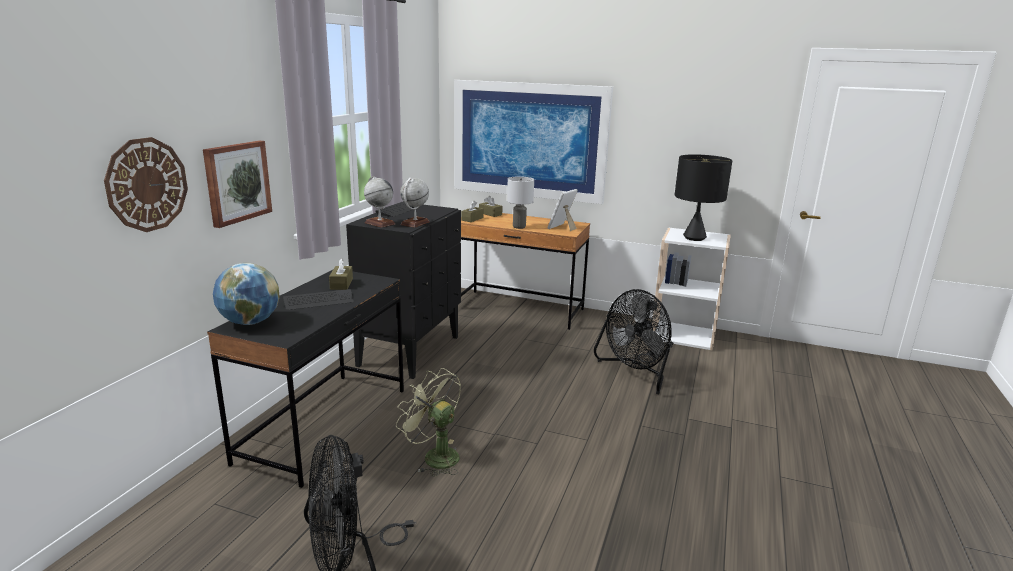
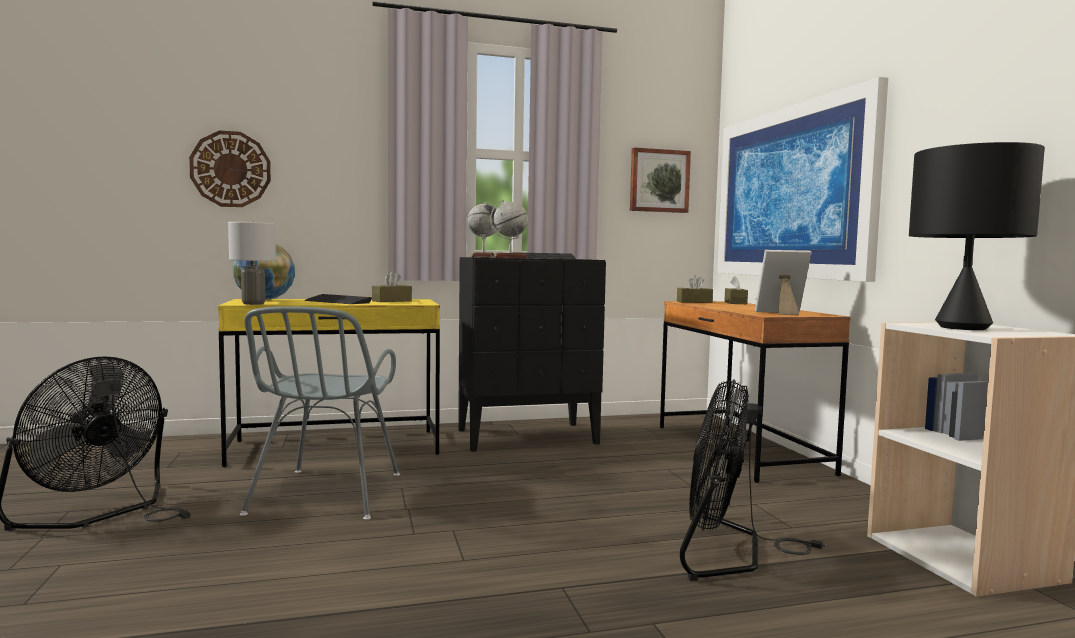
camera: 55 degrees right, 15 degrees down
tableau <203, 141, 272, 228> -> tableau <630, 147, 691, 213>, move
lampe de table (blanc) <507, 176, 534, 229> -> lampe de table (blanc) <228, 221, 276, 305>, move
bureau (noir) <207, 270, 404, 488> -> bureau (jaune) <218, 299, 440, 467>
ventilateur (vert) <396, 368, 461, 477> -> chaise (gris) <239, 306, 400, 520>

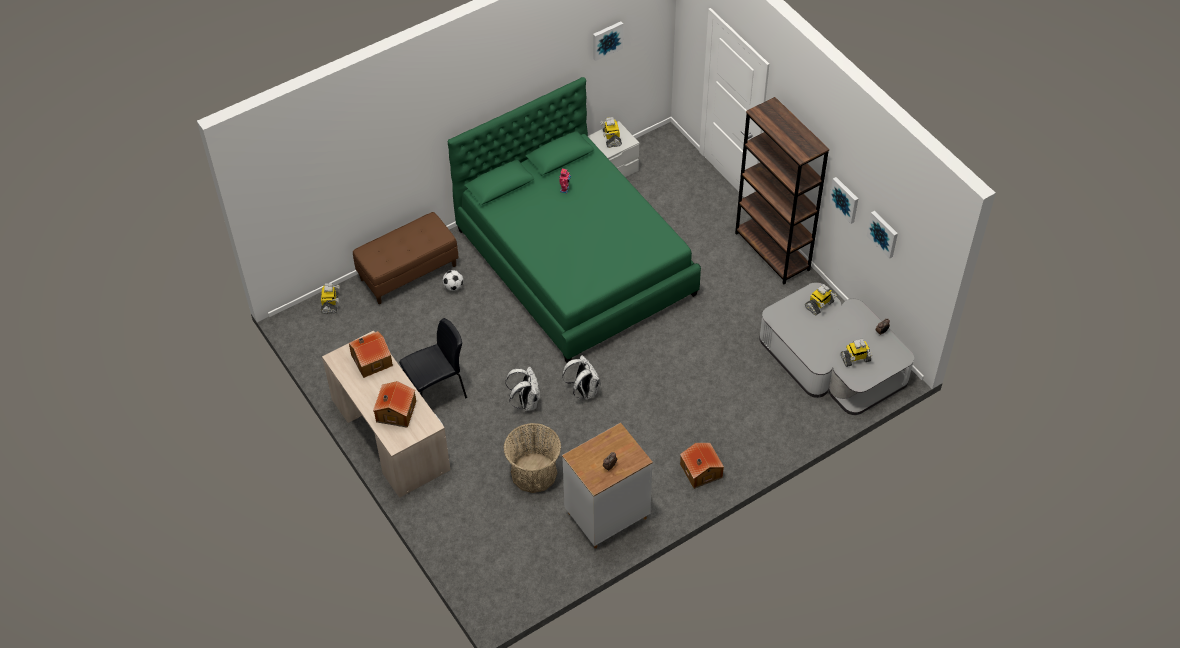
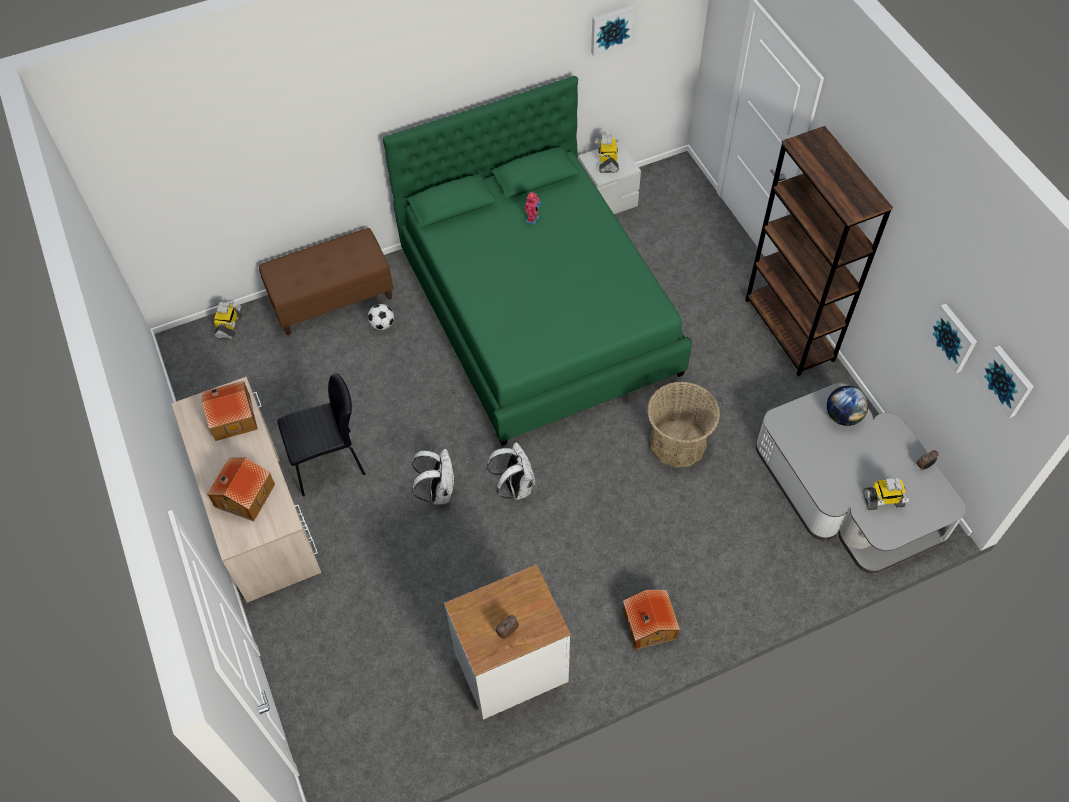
camera: 10 degrees right, 5 degrees up
tableau <829, 177, 858, 224> -> tableau <977, 345, 1034, 418>, move
robot jouet <805, 284, 837, 315> -> globe <827, 386, 868, 426>
panier <503, 423, 561, 493> -> panier <647, 381, 720, 467>, move

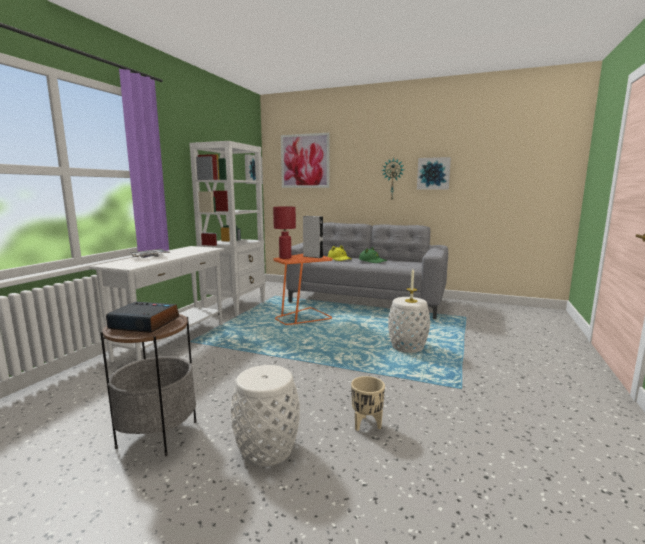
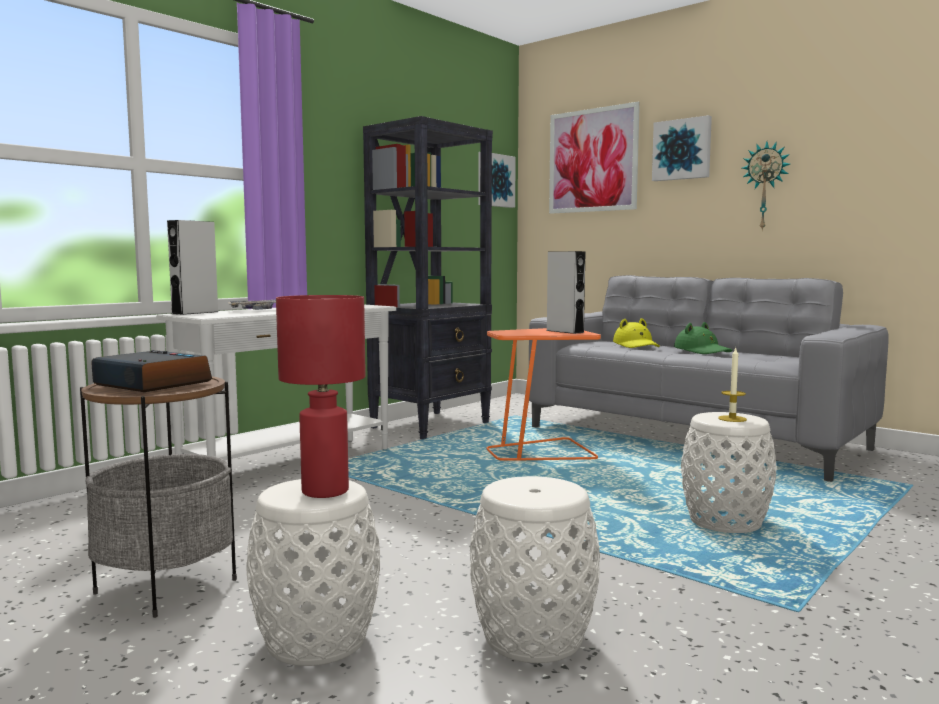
camera: 20 degrees right, 5 degrees down
bibliothèque (blanc) <189, 141, 266, 316> -> bibliothèque (noir) <363, 116, 493, 439>
tableau <417, 157, 451, 189> -> tableau <652, 115, 712, 181>, move
lampe de table (rouge) <273, 207, 296, 259> -> lampe de table (rouge) <276, 295, 366, 498>, move
cache-pot (beige) <351, 376, 385, 431> -> tabouret (blanc) <470, 476, 600, 663>
none -> enceinte (gris) <167, 220, 218, 315>

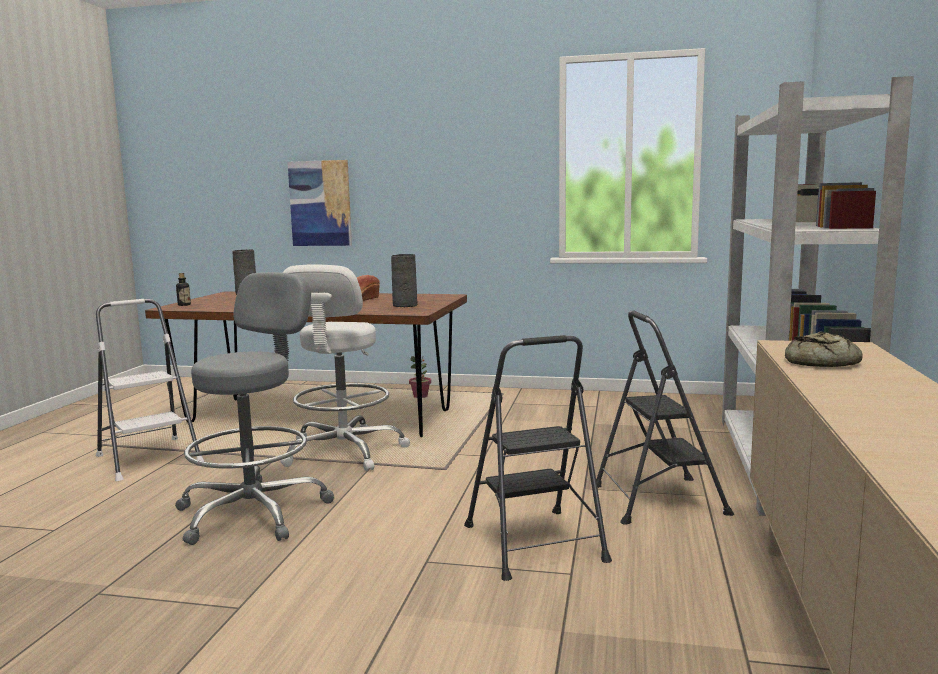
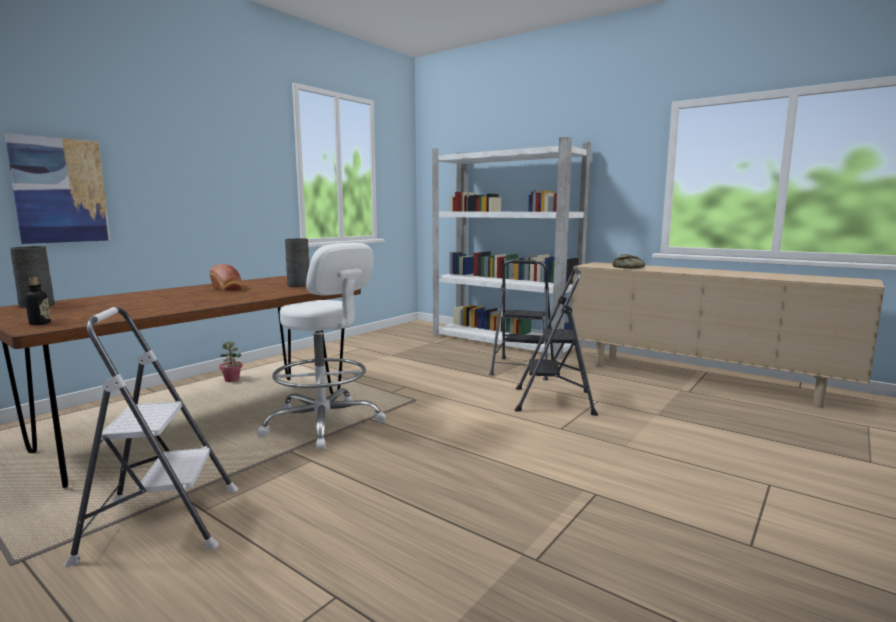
camera: 65 degrees left, 0 degrees up
tabouret (gris) <175, 272, 334, 545> -> none

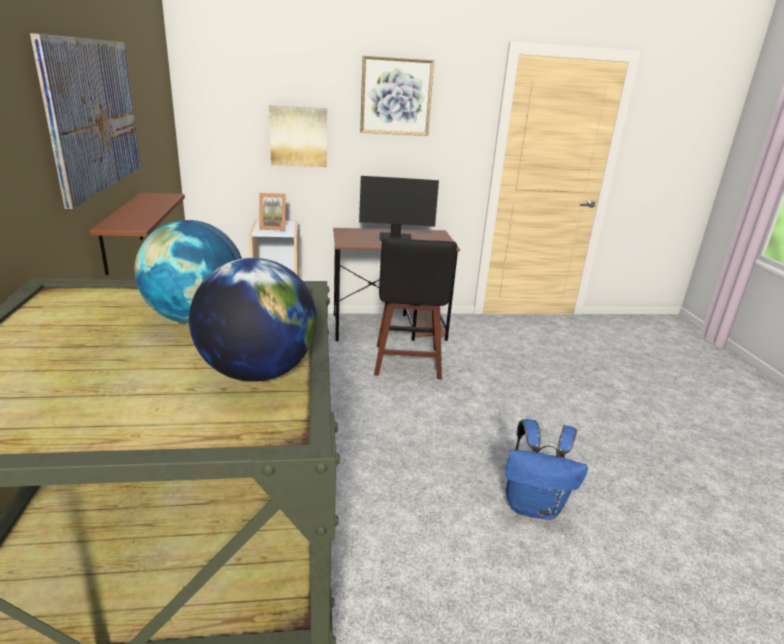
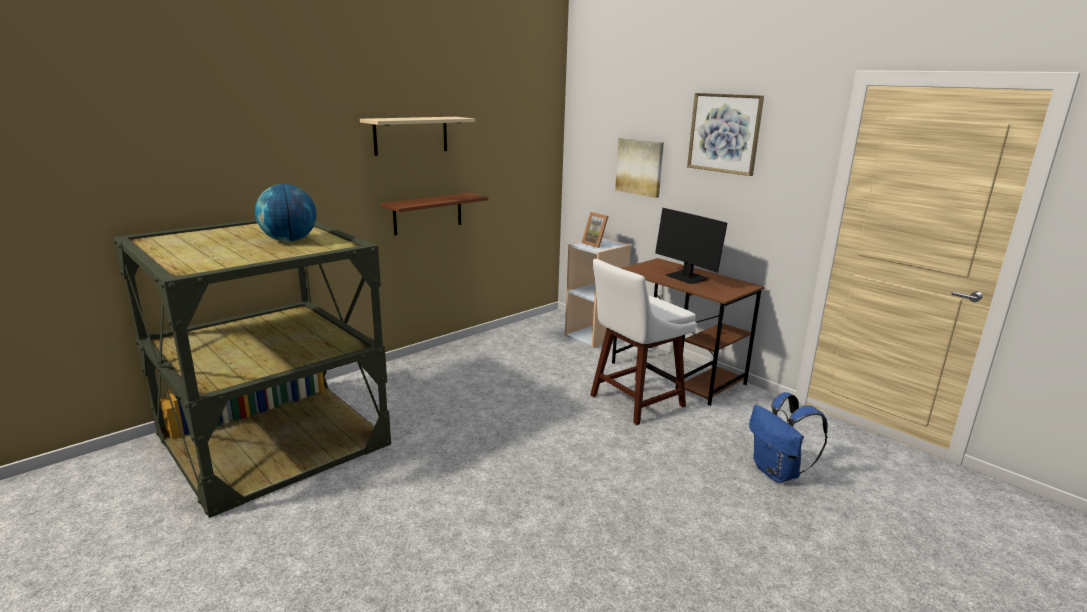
camera: 55 degrees right, 5 degrees down
tableau <30, 33, 141, 209> -> étagère (beige) <360, 117, 475, 156>
tabouret (noir) <374, 237, 457, 379> -> tabouret (blanc) <590, 259, 696, 425>
globe <189, 258, 317, 382> -> none
sac à dos (bleu) <505, 419, 588, 520> -> sac à dos (bleu) <749, 392, 828, 483>, move

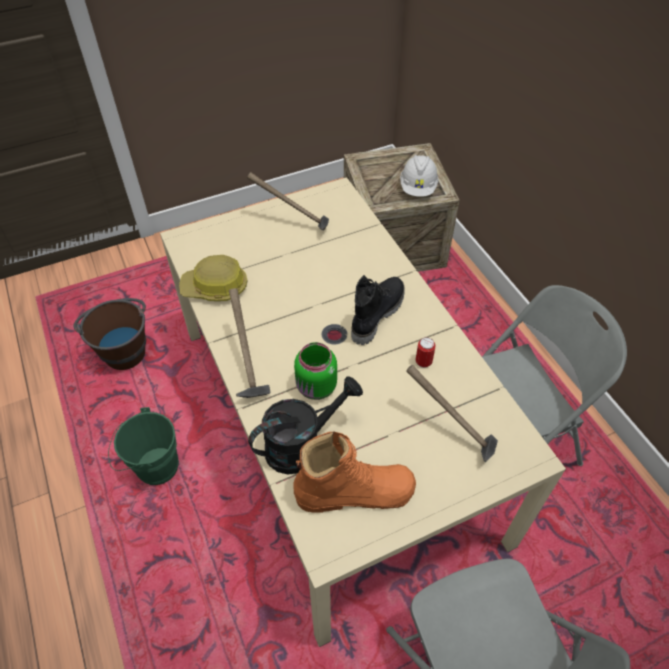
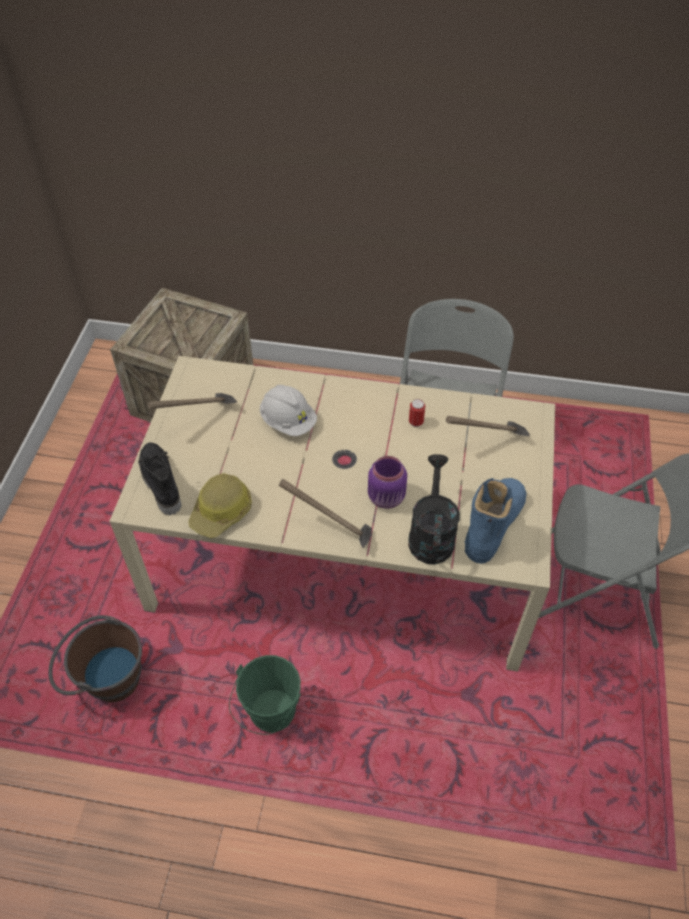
camera: 55 degrees left, 0 degrees up
casque de chantier (blanc) <400, 155, 439, 197> -> casque de chantier (blanc) <260, 385, 317, 436>, move
botte (noir) <351, 275, 405, 345> -> botte (noir) <138, 442, 181, 515>, move
bocal (vert) <294, 342, 337, 400> -> bocal (violet) <368, 456, 407, 509>
botte (orange) <293, 432, 416, 512> -> botte (bleu) <465, 478, 526, 564>

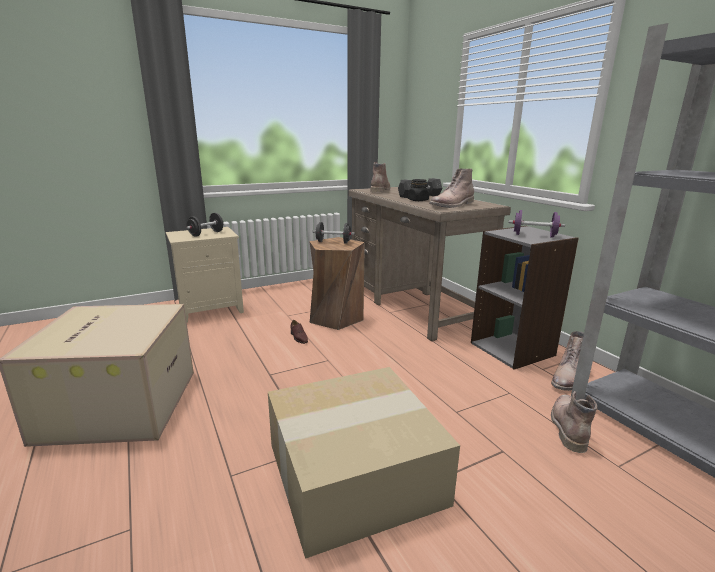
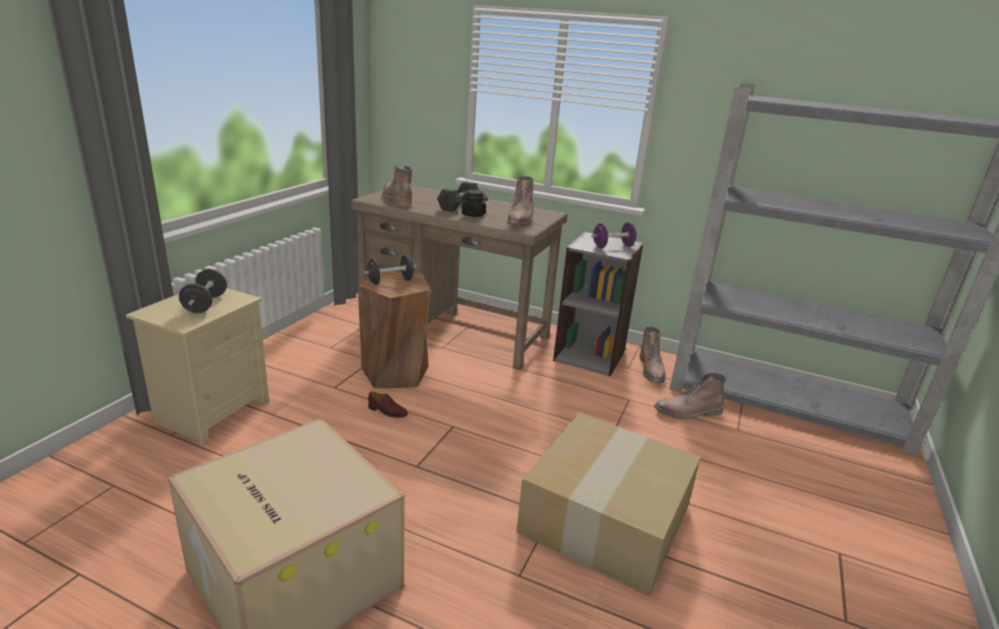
camera: 40 degrees left, 5 degrees up
botte (marron) <551, 391, 597, 453> -> botte (marron) <654, 373, 726, 419>, 75 degrees counterclockwise

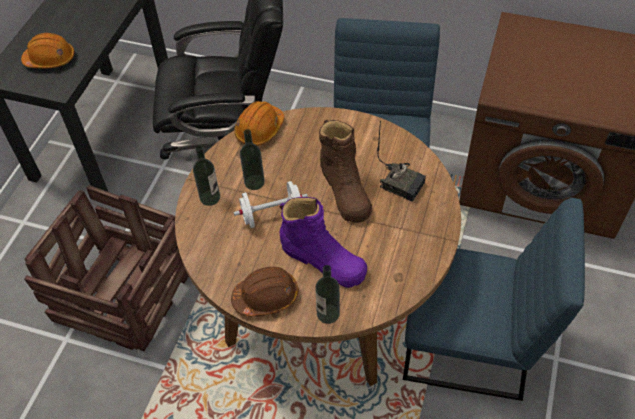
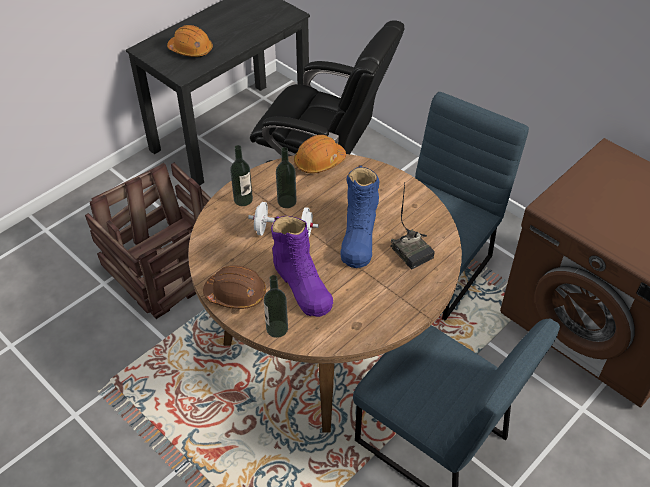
camera: 25 degrees right, 5 degrees down
botte (marron) <319, 120, 372, 223> -> botte (bleu) <340, 166, 379, 268>

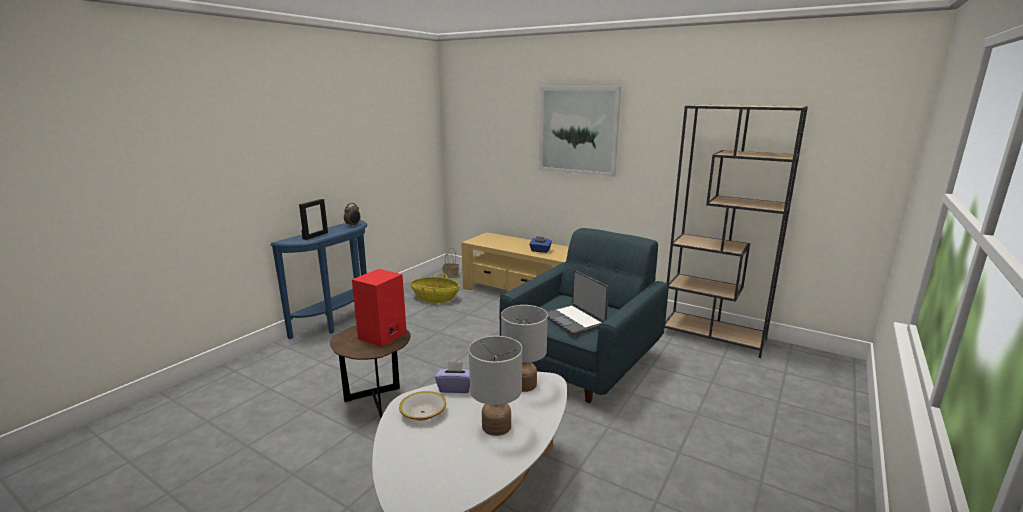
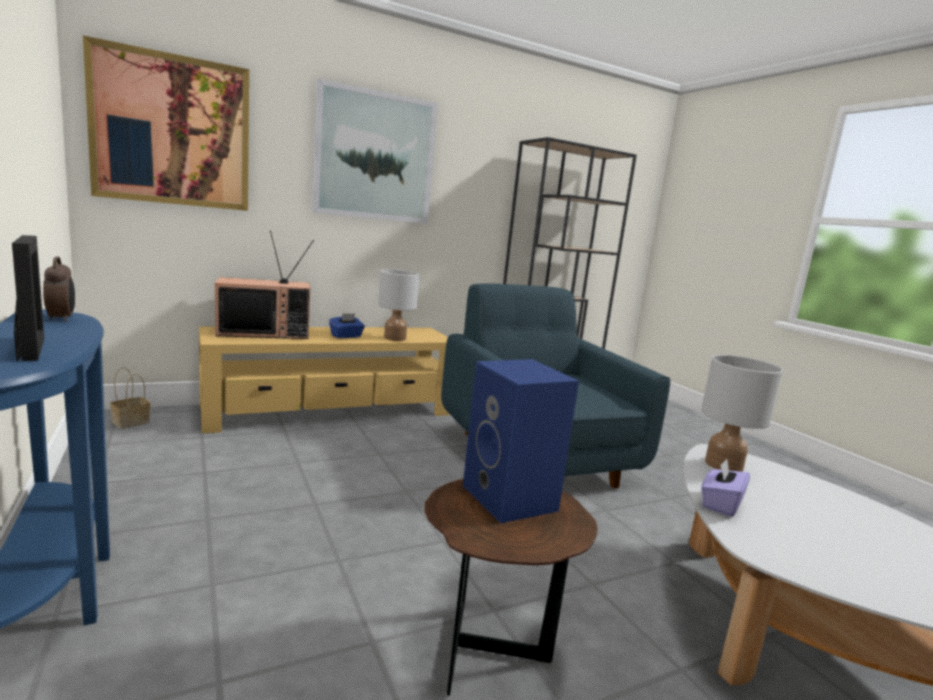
camera: 60 degrees left, 5 degrees down
enceinte (rouge) <352, 269, 407, 347> -> enceinte (bleu) <463, 359, 579, 523>
ordinateur portable <547, 270, 609, 336> -> none
panier <411, 273, 460, 303> -> none
lampe de table (gris) <469, 336, 522, 436> -> lampe de table (gris) <378, 270, 420, 341>, move
bol <399, 391, 446, 421> -> none
none -> tableau <83, 36, 249, 211>
none -> téléviseur <215, 231, 314, 339>

